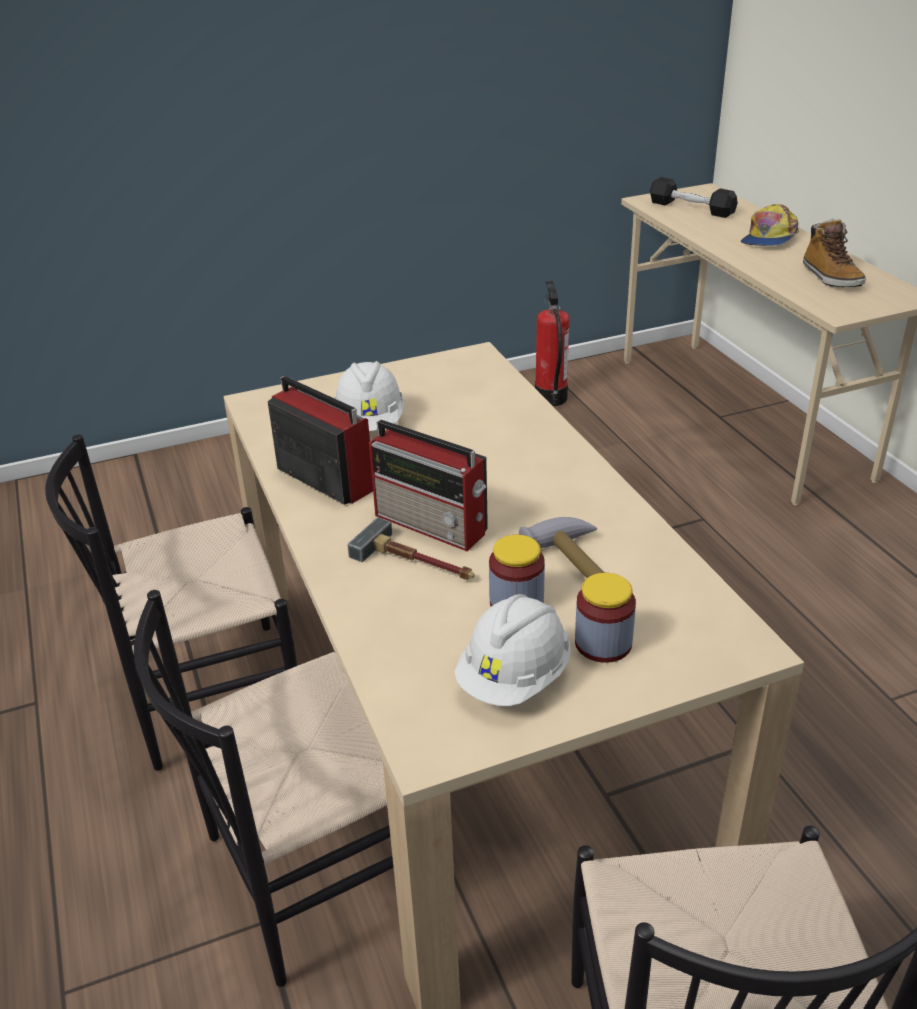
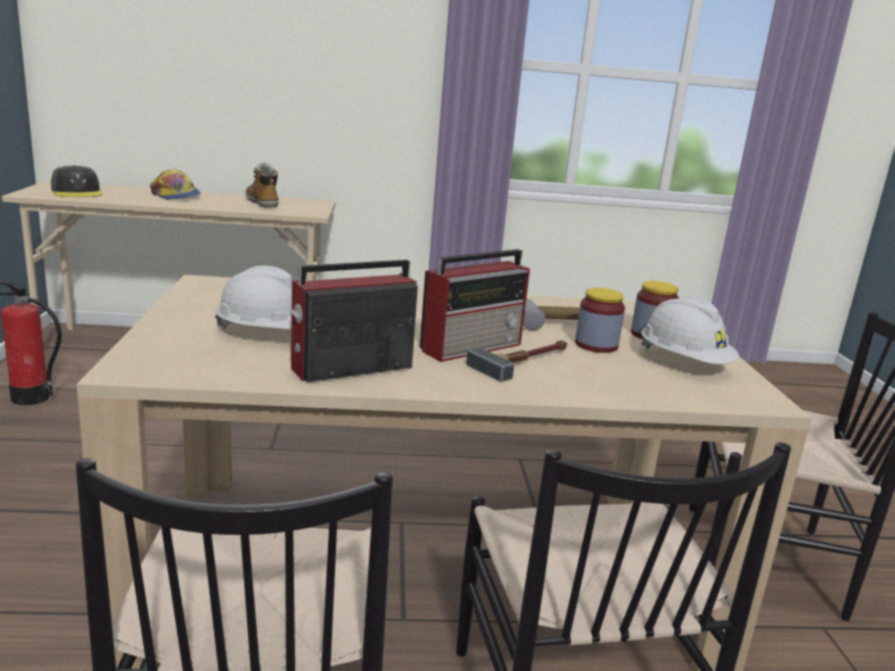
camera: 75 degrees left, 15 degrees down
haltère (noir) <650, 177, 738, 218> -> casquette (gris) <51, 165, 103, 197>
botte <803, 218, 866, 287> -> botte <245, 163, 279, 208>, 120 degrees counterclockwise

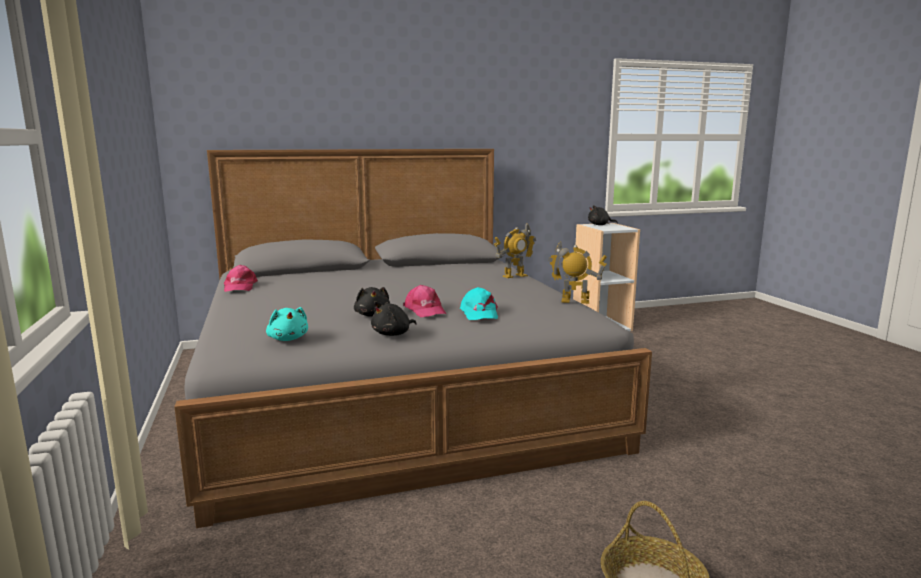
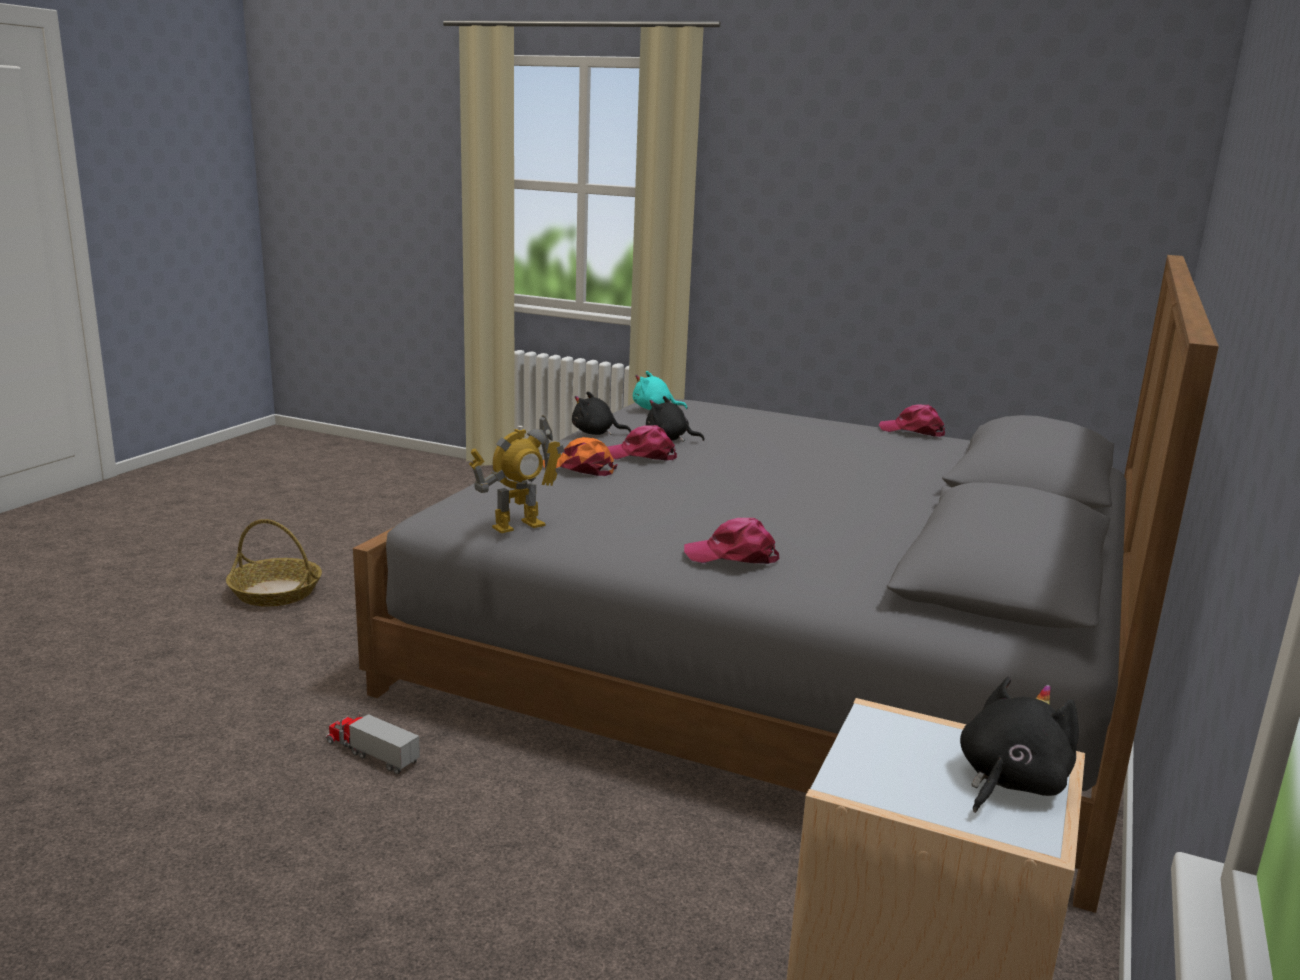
camera: 130 degrees right, 5 degrees up
robot jouet <494, 223, 536, 278> -> casquette (rose) <684, 518, 779, 564>
casquette (turquoise) <460, 287, 498, 320> -> casquette (orange) <543, 437, 618, 476>
peluche (noir) <371, 301, 417, 336> -> peluche (noir) <572, 391, 631, 435>, 75 degrees counterclockwise
none -> camion jouet <325, 710, 420, 774>

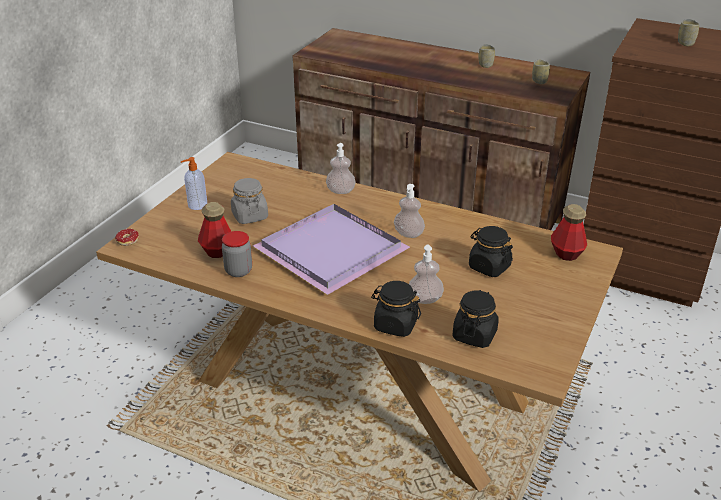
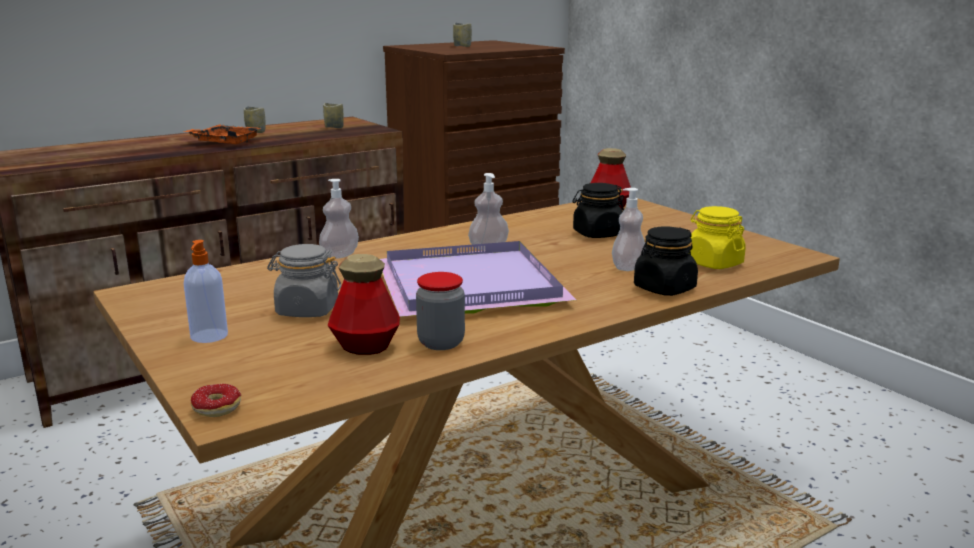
camera: 60 degrees left, 15 degrees down
bocal (noir) <452, 290, 499, 348> -> bocal (jaune) <690, 206, 746, 269>
none -> plateau (orange) <182, 125, 261, 144>

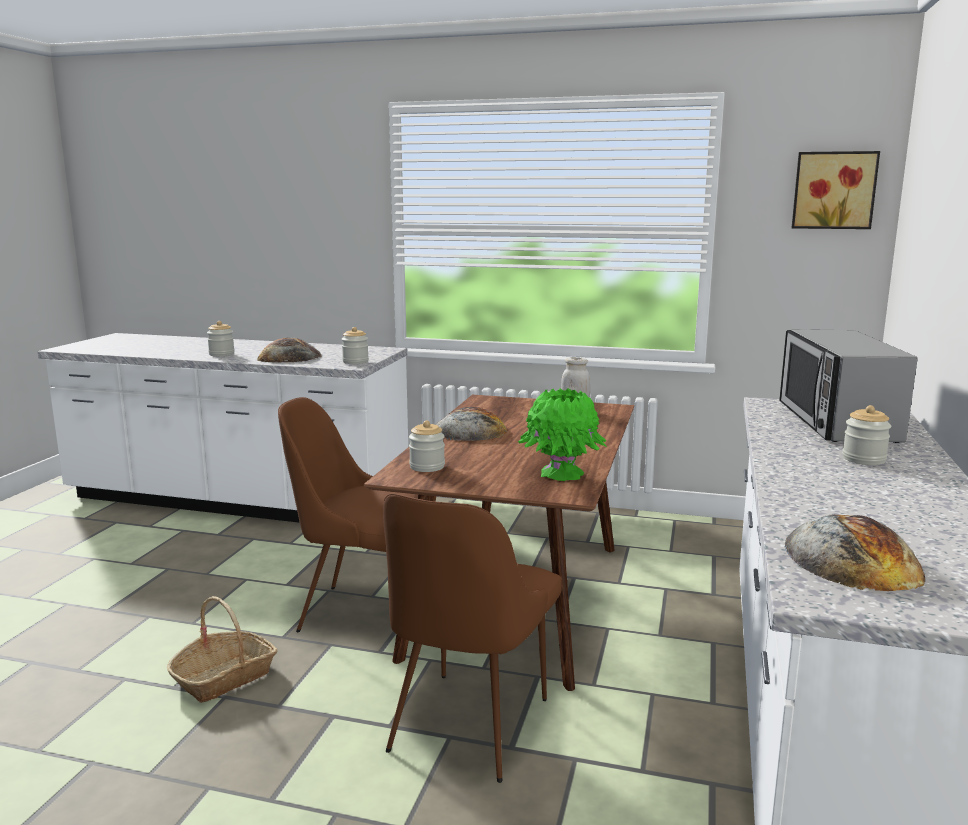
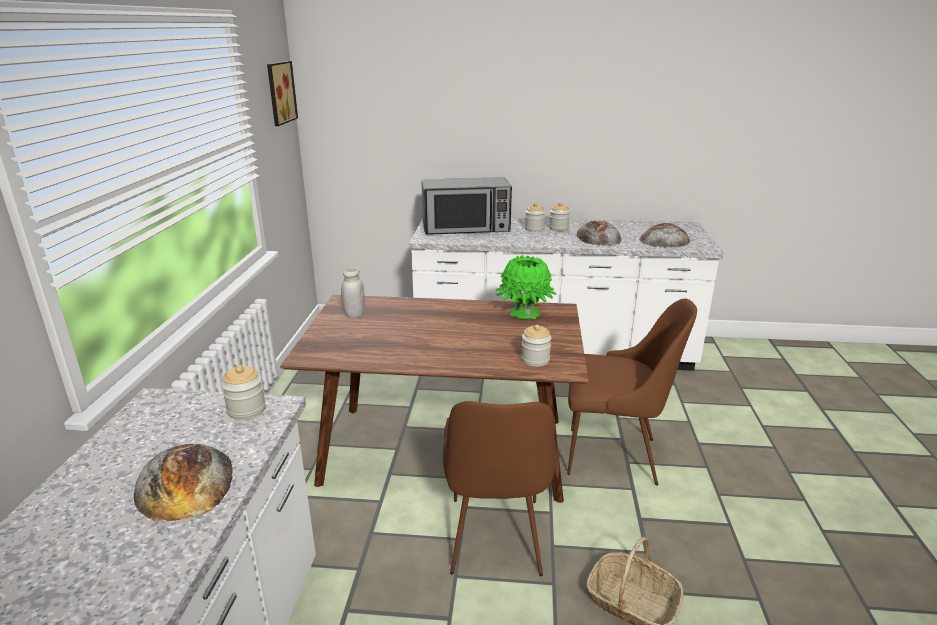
camera: 100 degrees left, 10 degrees up
bocal <207, 321, 235, 356> -> bocal <549, 202, 570, 231>, move
pain <436, 407, 507, 441> -> pain <577, 221, 622, 246>, move

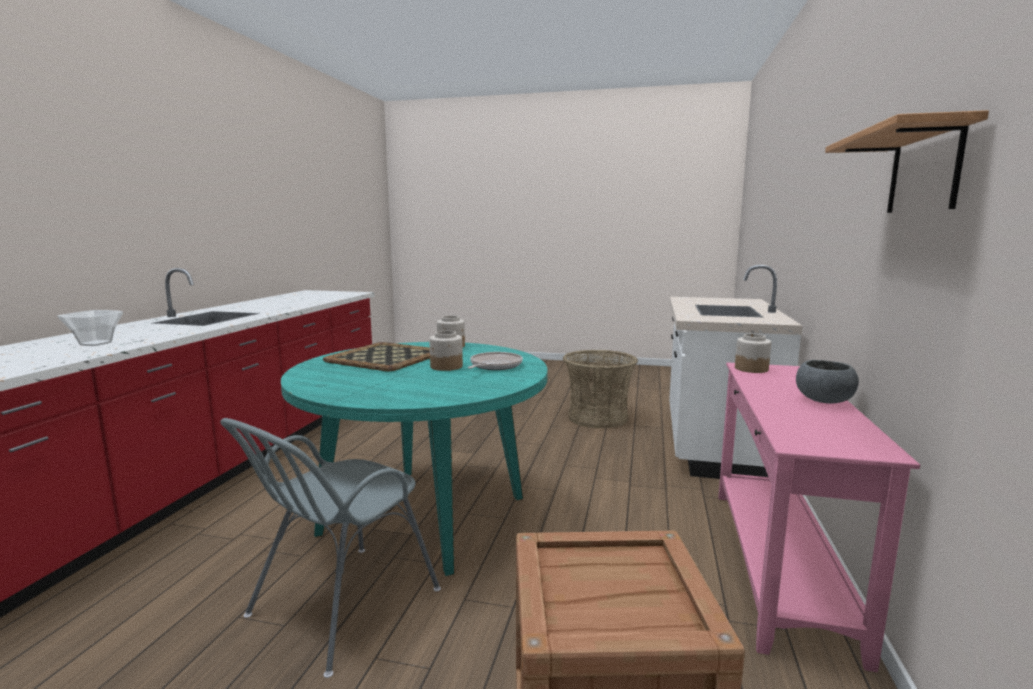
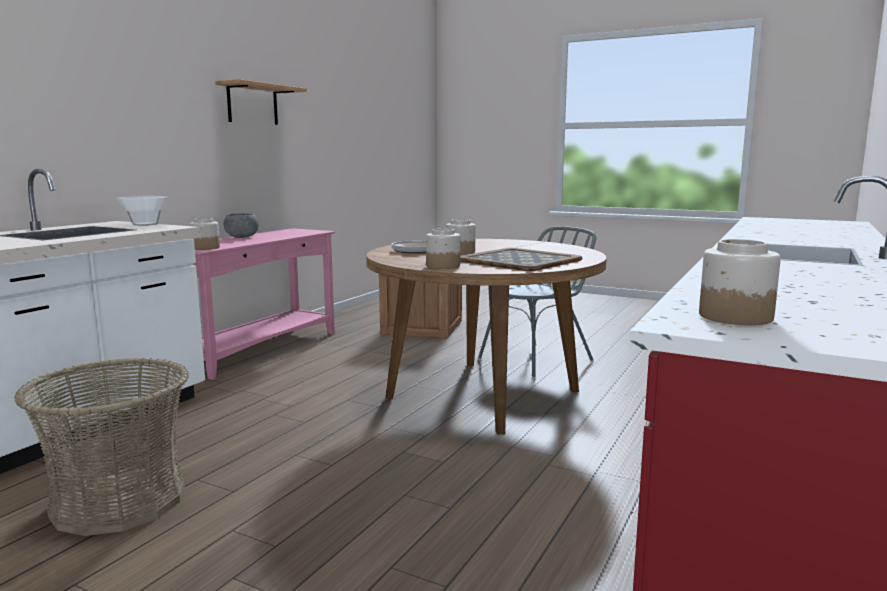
camera: 165 degrees left, 0 degrees up
bol <57, 310, 123, 346> -> bol <117, 196, 168, 226>, move
table à manger (turquoise) <281, 342, 548, 576> -> table à manger (marron) <366, 239, 607, 434>
none -> bocal <699, 239, 781, 325>

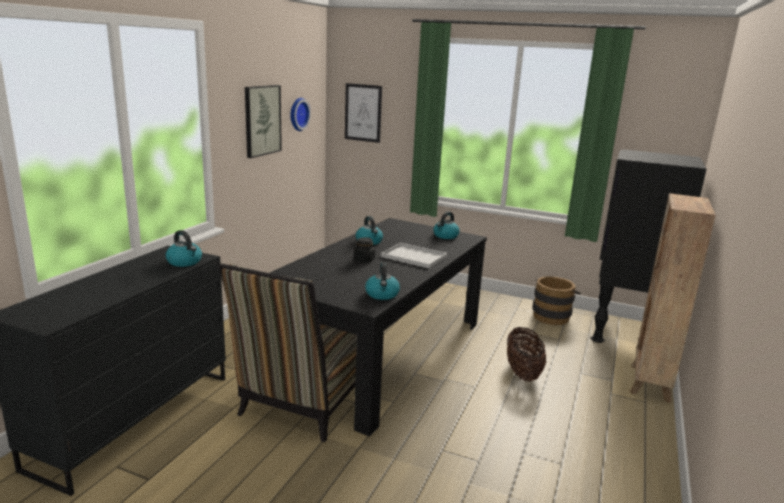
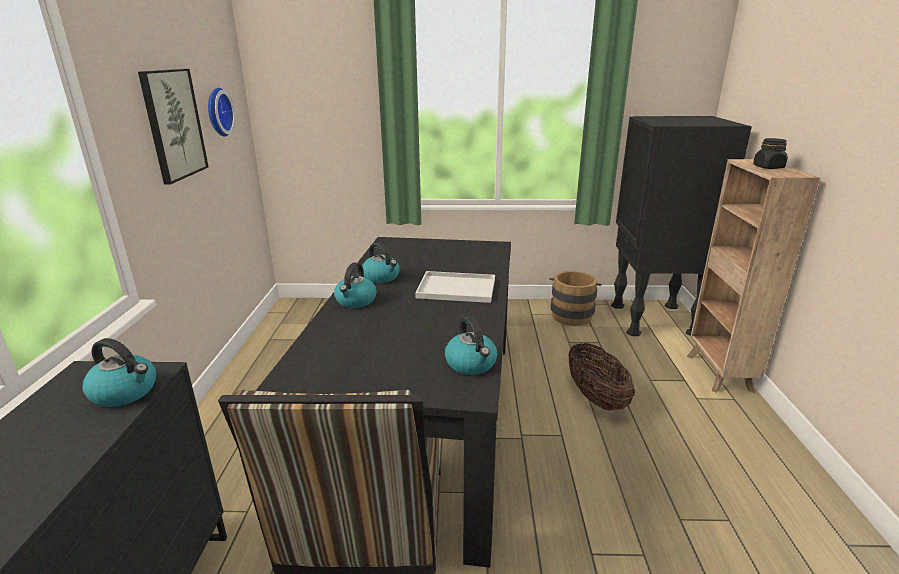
camera: 20 degrees left, 5 degrees up
tableau <345, 83, 382, 143> -> none
bouilloire <433, 212, 460, 239> -> bouilloire <334, 263, 376, 308>, move
bocal (noir) <354, 237, 375, 262> -> bocal (noir) <753, 138, 788, 169>, move

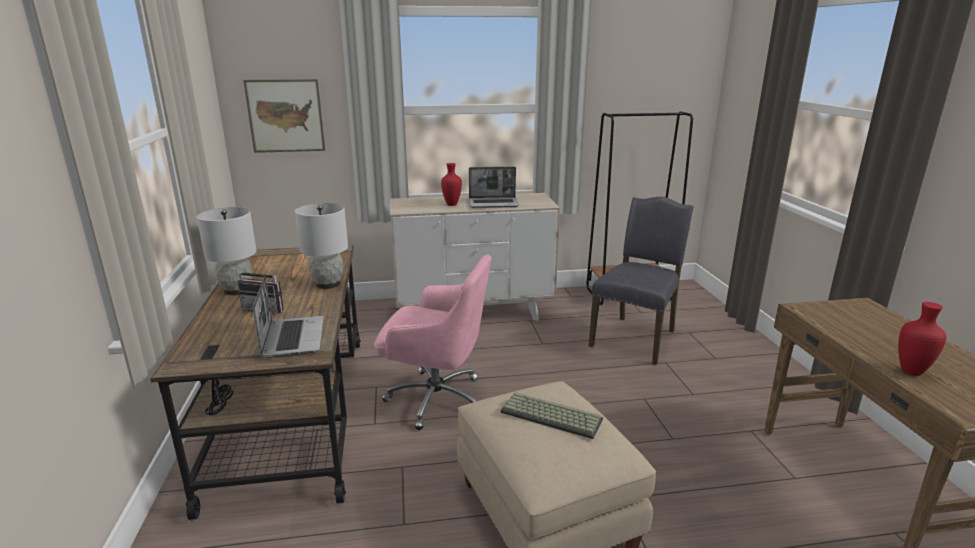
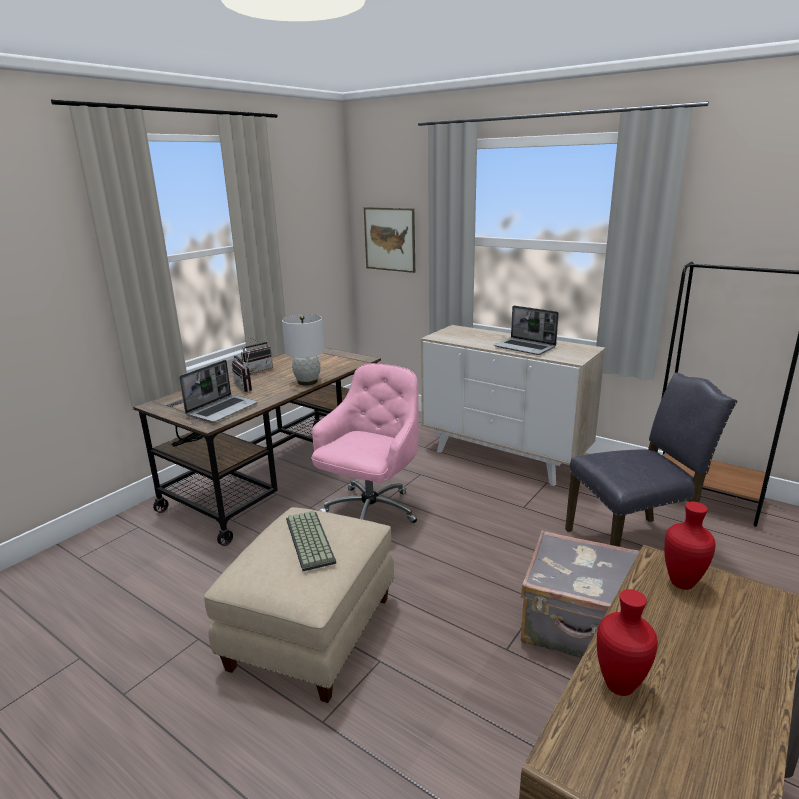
camera: 45 degrees right, 0 degrees up
vase (rouge) <441, 163, 462, 206> -> vase (rouge) <664, 502, 716, 590>, move
lampe de table (blanc) <197, 207, 257, 295> -> radio <241, 336, 273, 374>
chaise de bureau (rose) <374, 254, 491, 430> -> chaise de bureau (rose) <311, 363, 419, 523>, 120 degrees counterclockwise
none -> valise (gris) <521, 530, 640, 658>

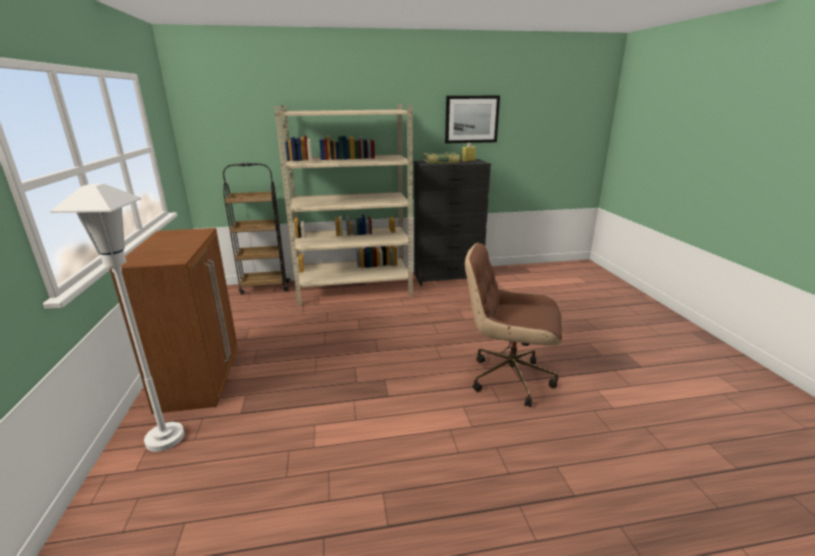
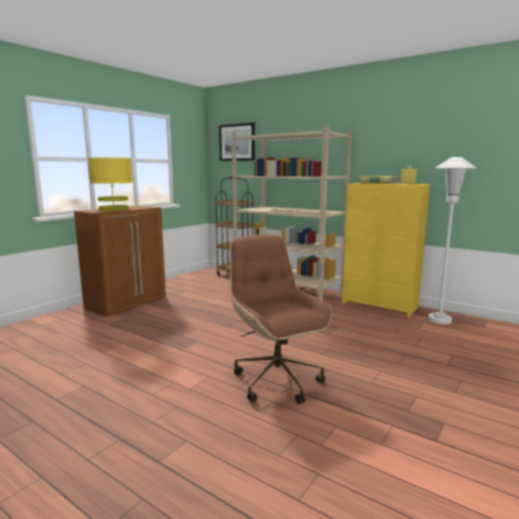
camera: 45 degrees right, 10 degrees down
tableau <445, 96, 500, 143> -> tableau <219, 123, 255, 161>, move
commode (noir) <414, 159, 491, 286> -> commode (jaune) <342, 183, 431, 318>
lampadaire (blanc) <50, 184, 185, 452> -> lampadaire (blanc) <428, 157, 476, 324>, move
none -> lampe de table (jaune) <88, 158, 133, 211>

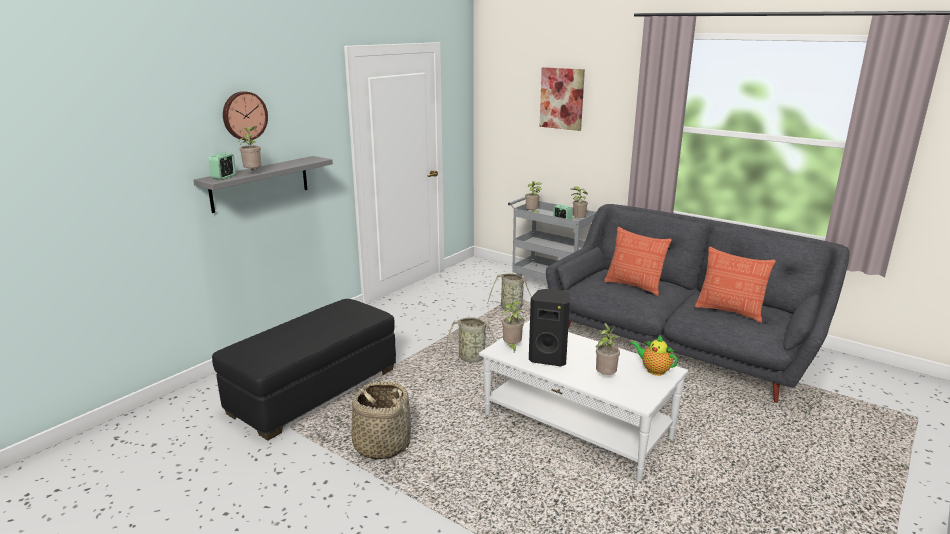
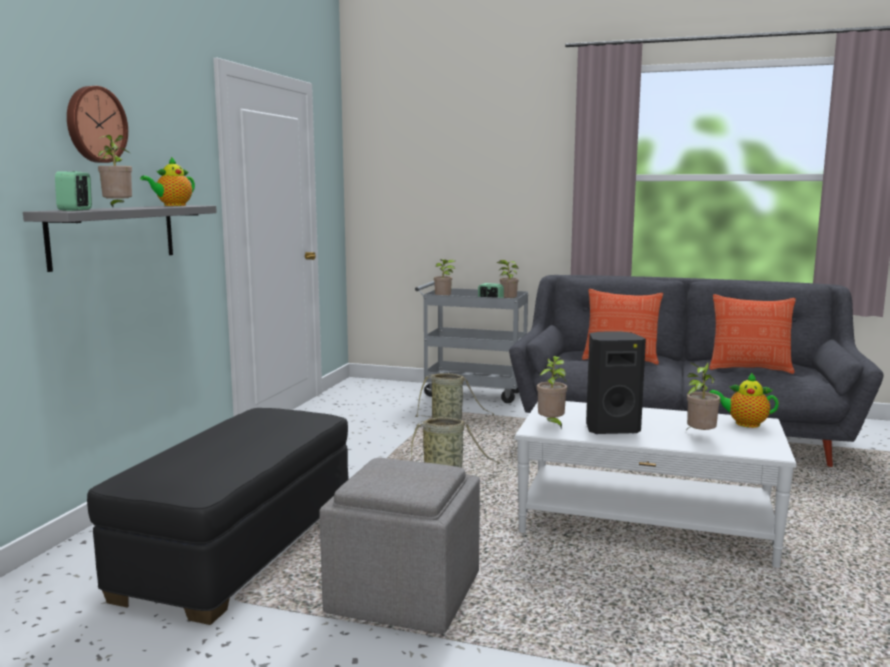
camera: 20 degrees left, 10 degrees down
tableau <540, 67, 585, 131> -> none
panier <347, 382, 412, 459> -> pouf (gris) <319, 458, 480, 634>
none -> théière <140, 157, 195, 206>

